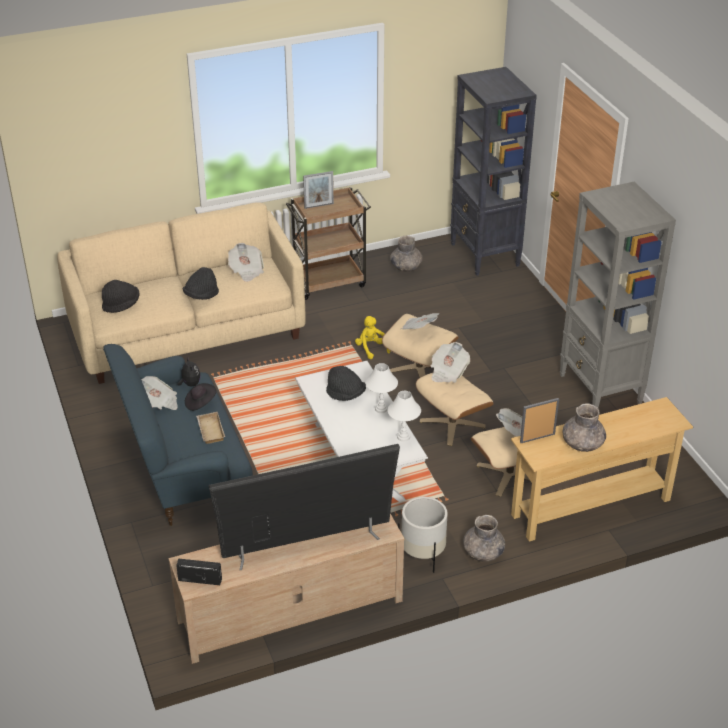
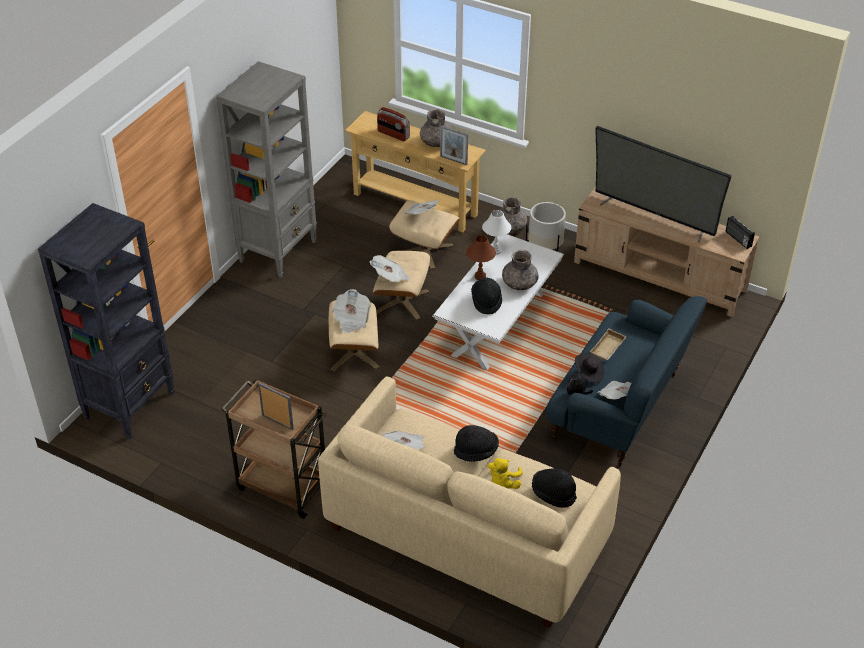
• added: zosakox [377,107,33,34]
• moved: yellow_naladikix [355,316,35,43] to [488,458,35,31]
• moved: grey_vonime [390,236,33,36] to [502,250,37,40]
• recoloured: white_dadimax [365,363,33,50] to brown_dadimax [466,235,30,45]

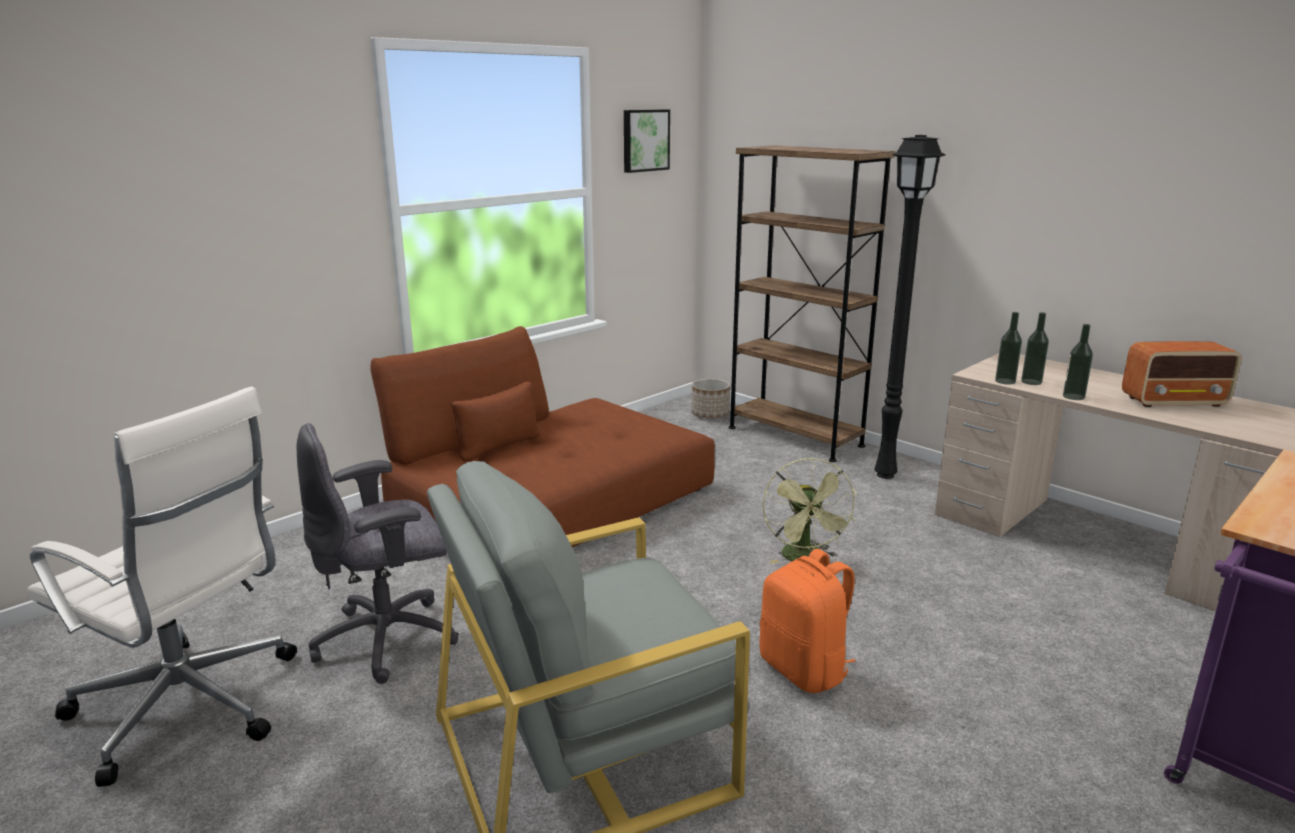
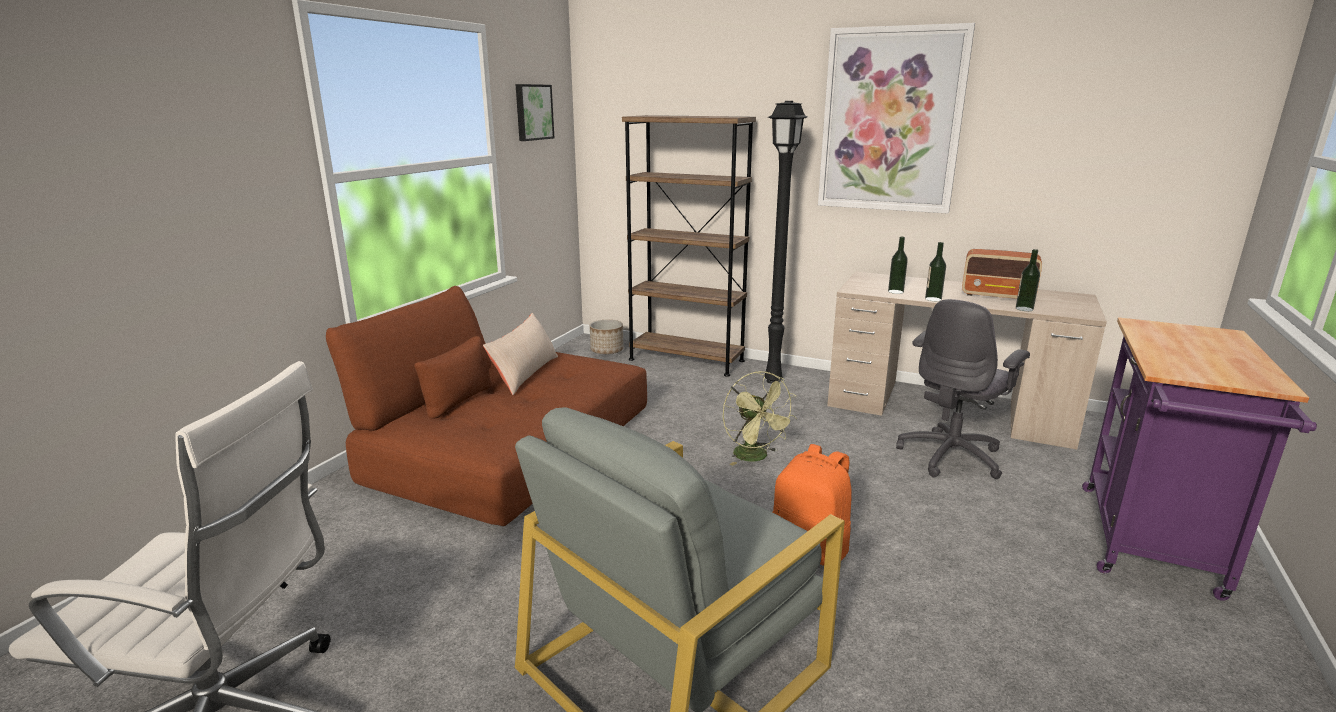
• added: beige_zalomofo [483,313,75,82]
• added: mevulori [818,23,157,191]
• moved: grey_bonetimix [297,423,162,261] to [896,299,134,180]
• moved: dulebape [995,312,27,73] to [1016,249,24,62]
• turned: zosakox [1122,341,119,66] = [962,249,80,50] 45 degrees clockwise

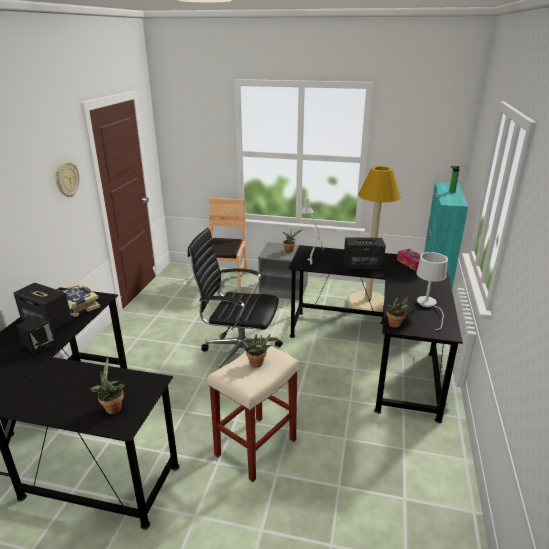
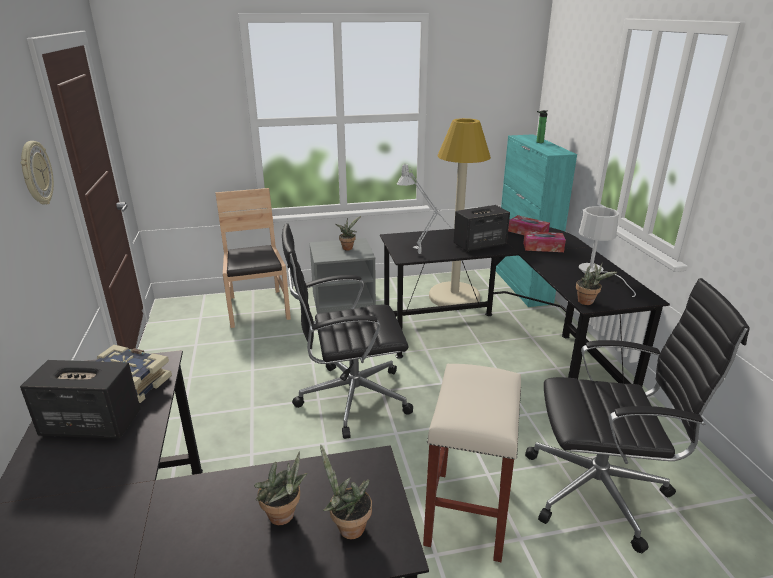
• removed: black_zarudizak [16,316,39,39]
• added: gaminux [523,231,43,21]
• added: black_bonetimix [525,278,225,276]
• moved: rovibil [244,334,27,34] to [254,451,53,74]

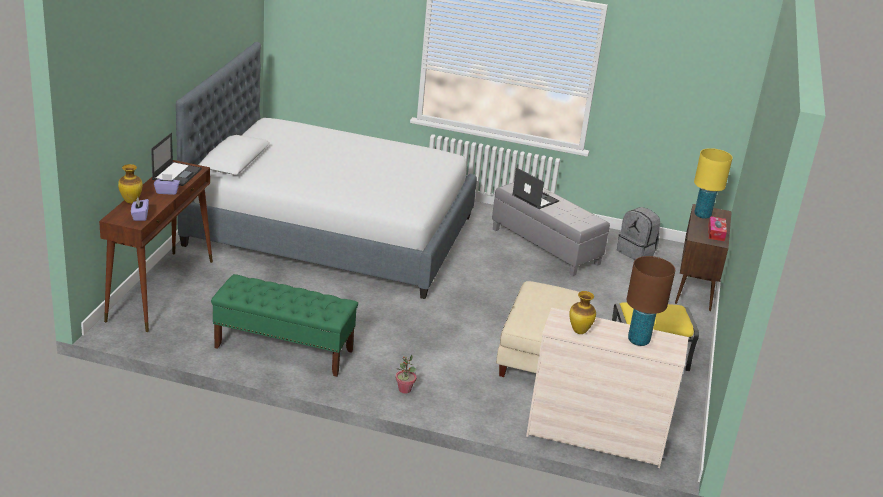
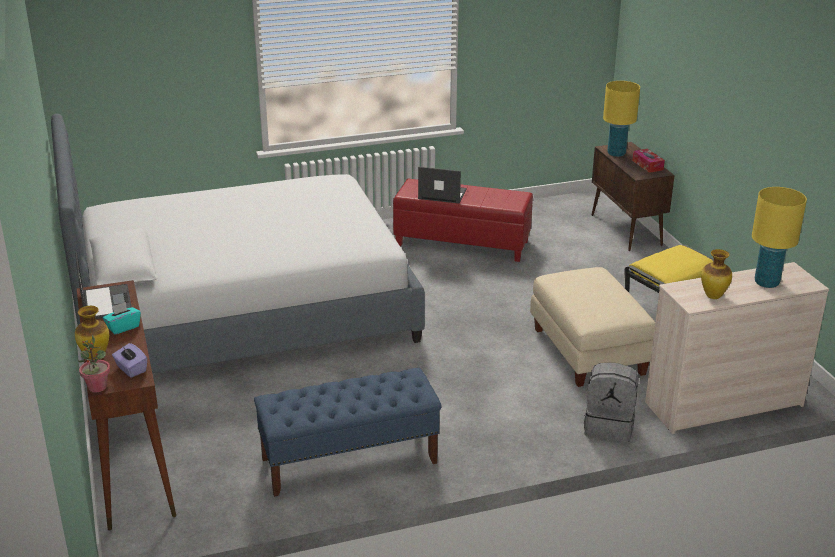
• moved: rovibil [396,355,20,39] to [78,335,32,58]
• moved: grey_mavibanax [617,207,43,53] to [584,363,55,79]
• recoloured: purple_gaminux [154,174,26,21] to turquoise_gaminux [103,302,38,33]
• recoloured: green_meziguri [211,274,147,103] to blue_meziguri [254,368,188,129]
• recoloured: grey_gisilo [492,182,118,94] to red_gisilo [393,179,140,83]
• recoloured: brown_dadimax [626,256,49,90] to yellow_dadimax [752,187,55,101]

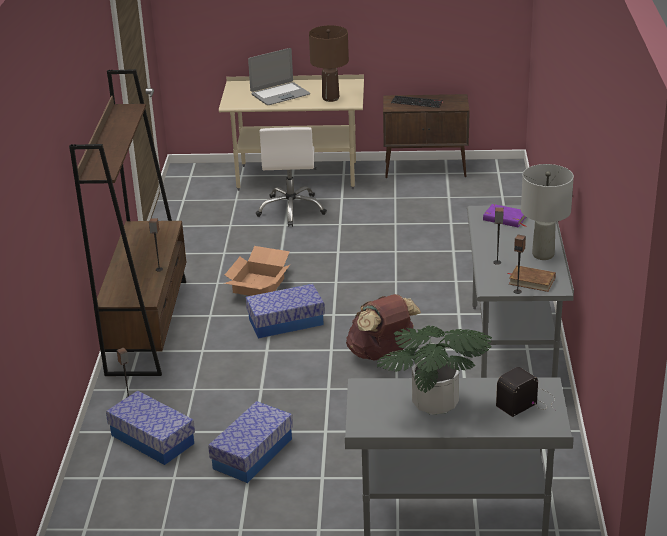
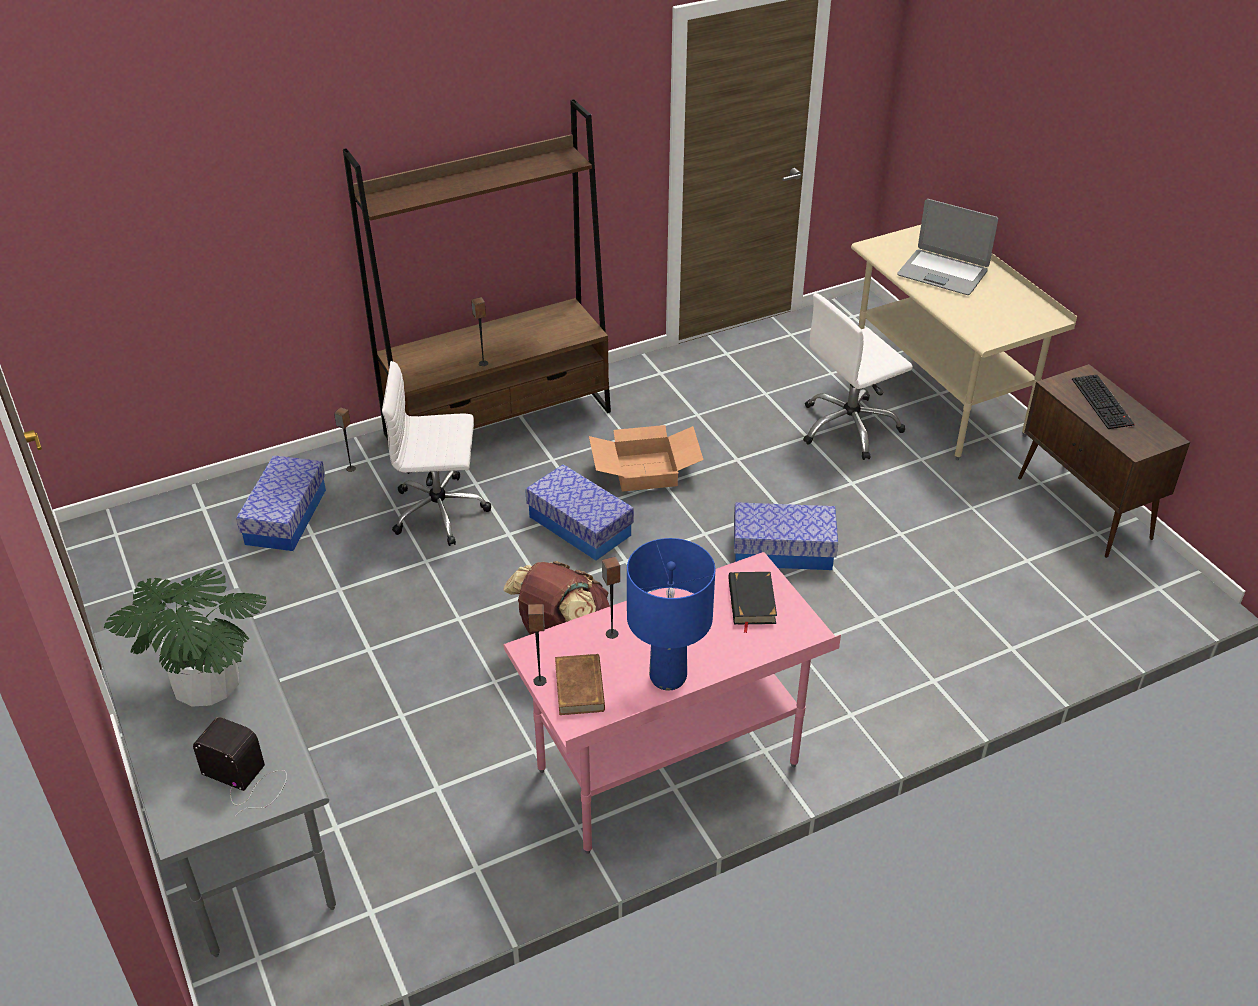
• removed: brown_dadimax [309,25,40,77]
• added: white_bonetimix [382,361,109,185]
• moved: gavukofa [208,401,85,82] to [734,502,104,68]
• recoloured: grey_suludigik [467,205,107,173] to pink_suludigik [503,552,338,302]
• recoloured: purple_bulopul [483,204,43,23] to black_bulopul [728,572,49,61]
• recoloured: grey_dadimax [521,164,53,96] to blue_dadimax [627,538,88,152]

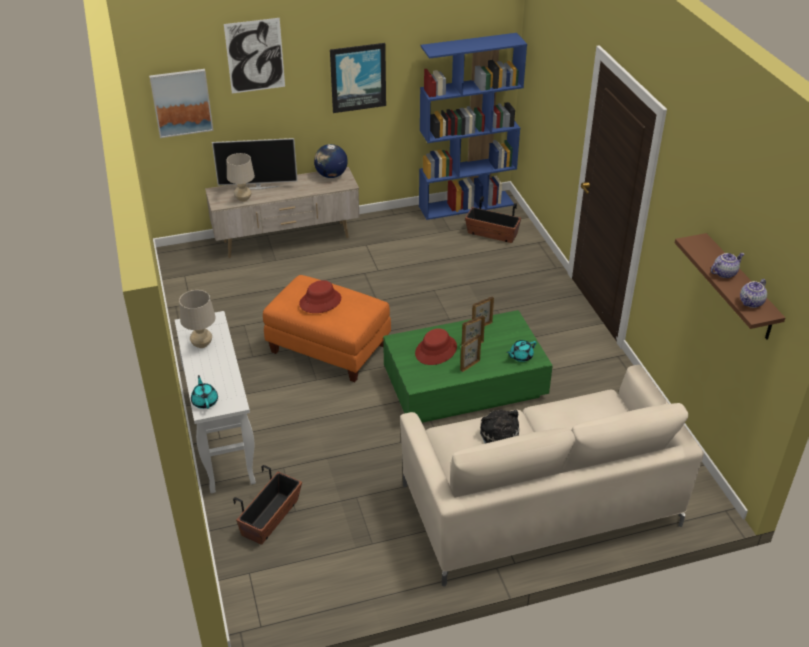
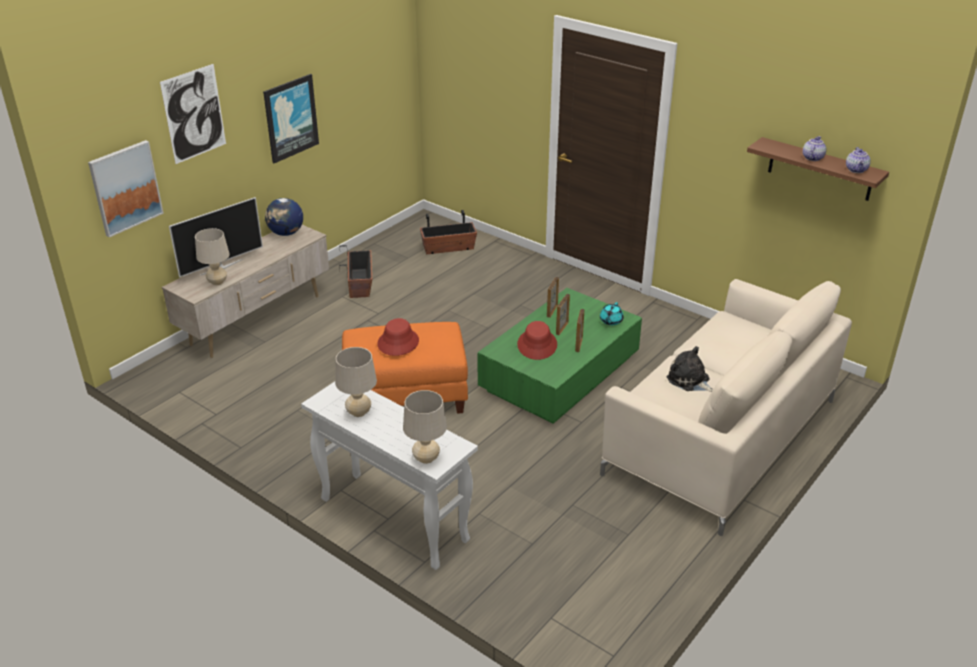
• removed: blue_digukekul [419,33,108,187]
• moved: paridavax [233,465,69,80] to [339,245,33,53]
• replaced: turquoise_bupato [191,375,27,34] to beige_dadimax [403,390,44,74]

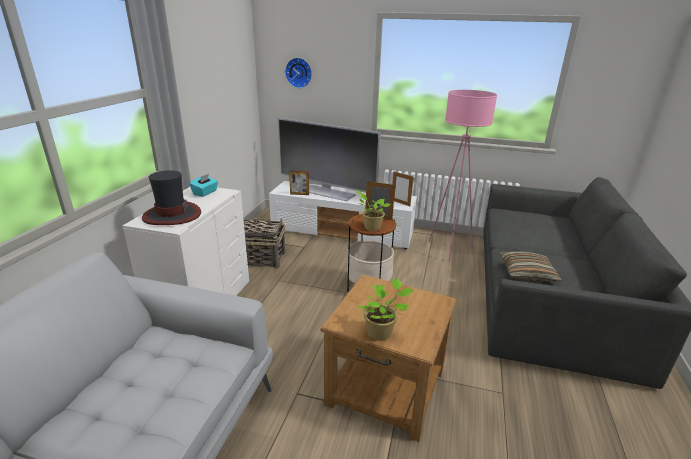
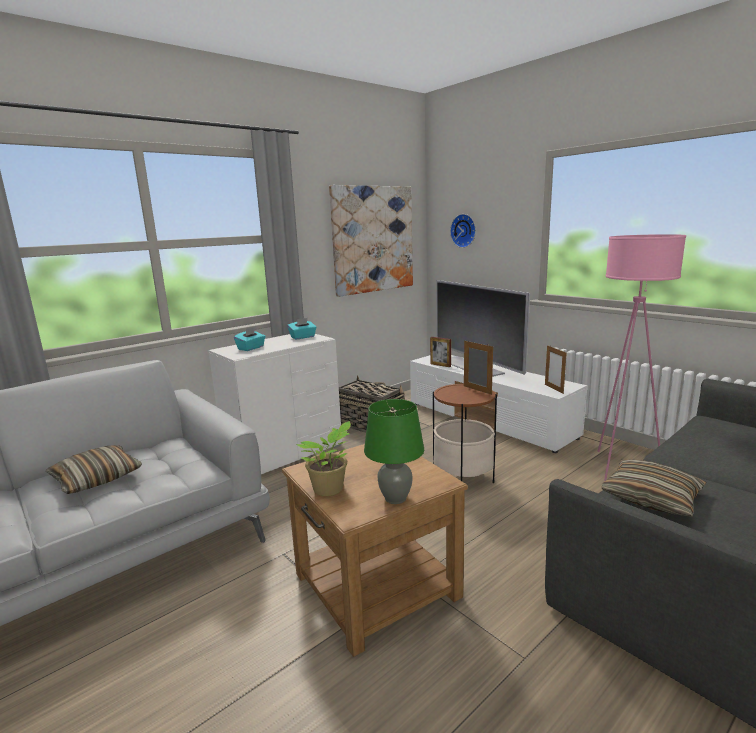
• removed: rovibil [356,190,34,41]
• added: zalomofo [46,445,96,49]
• added: mevulori [329,185,84,112]
• added: green_dadimax [364,399,60,105]
• replaced: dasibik [142,170,59,55] to turquoise_gaminux [234,327,32,24]

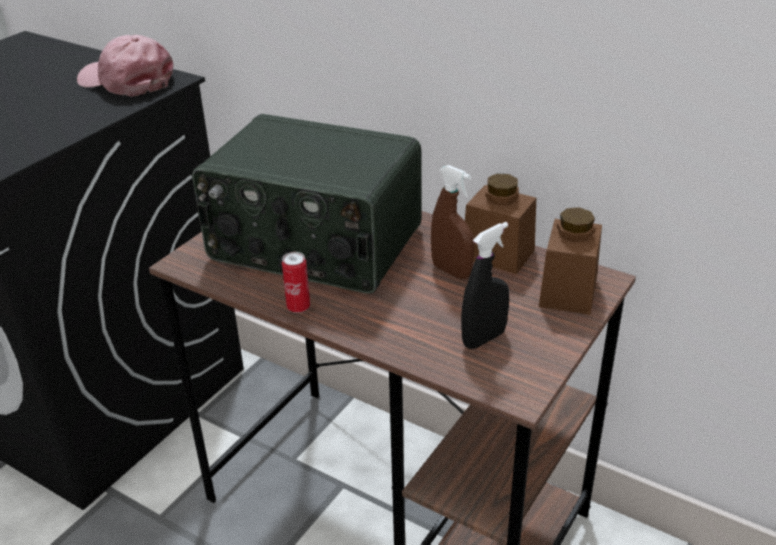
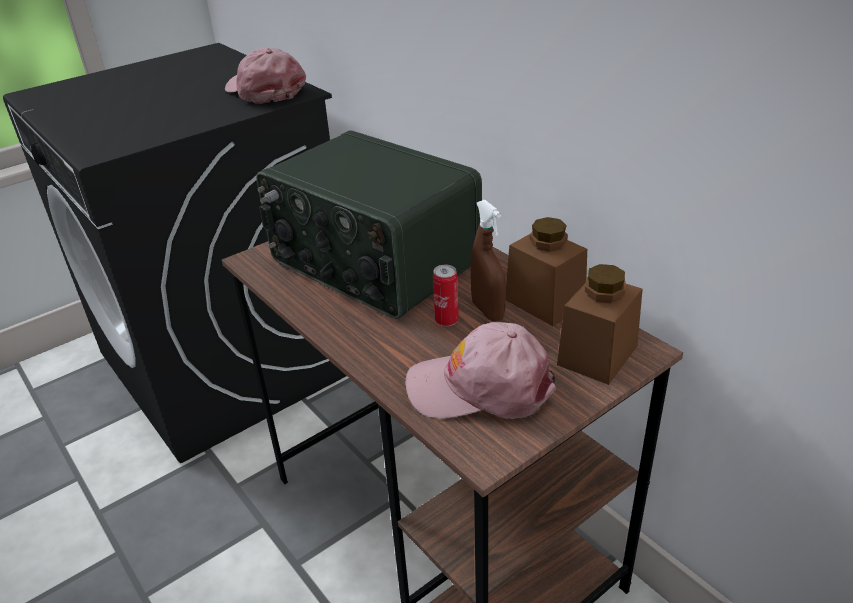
• moved: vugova [282,252,28,61] to [433,265,26,61]
• replaced: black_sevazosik [461,222,48,127] to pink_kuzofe [405,322,151,97]

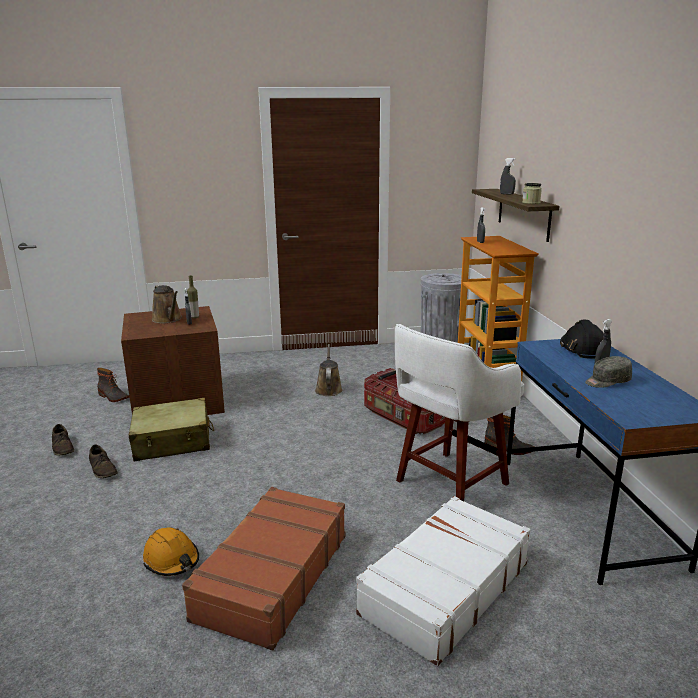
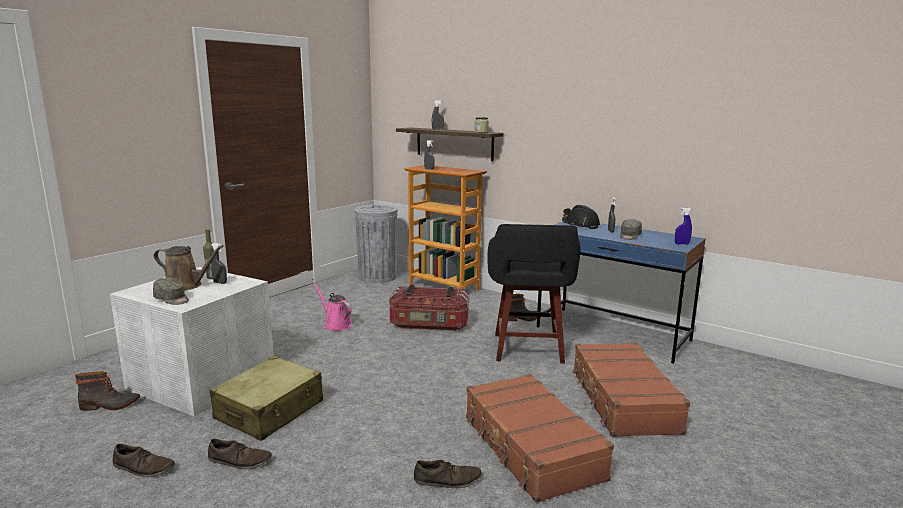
• added: grey_kuzofe [153,278,36,27]
• added: blue_sevazosik [675,207,17,38]
• replaced: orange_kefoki [143,527,56,49] to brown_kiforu [414,460,68,28]
• recoloured: brown_gavukofa [121,306,104,109] to white_gavukofa [110,267,164,150]
• recoloured: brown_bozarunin [315,344,28,52] to pink_bozarunin [314,284,38,47]
• recoloured: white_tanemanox [356,496,175,170] to brown_tanemanox [572,343,118,94]
• recoloured: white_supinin [395,324,129,177] to black_supinin [487,224,94,140]

